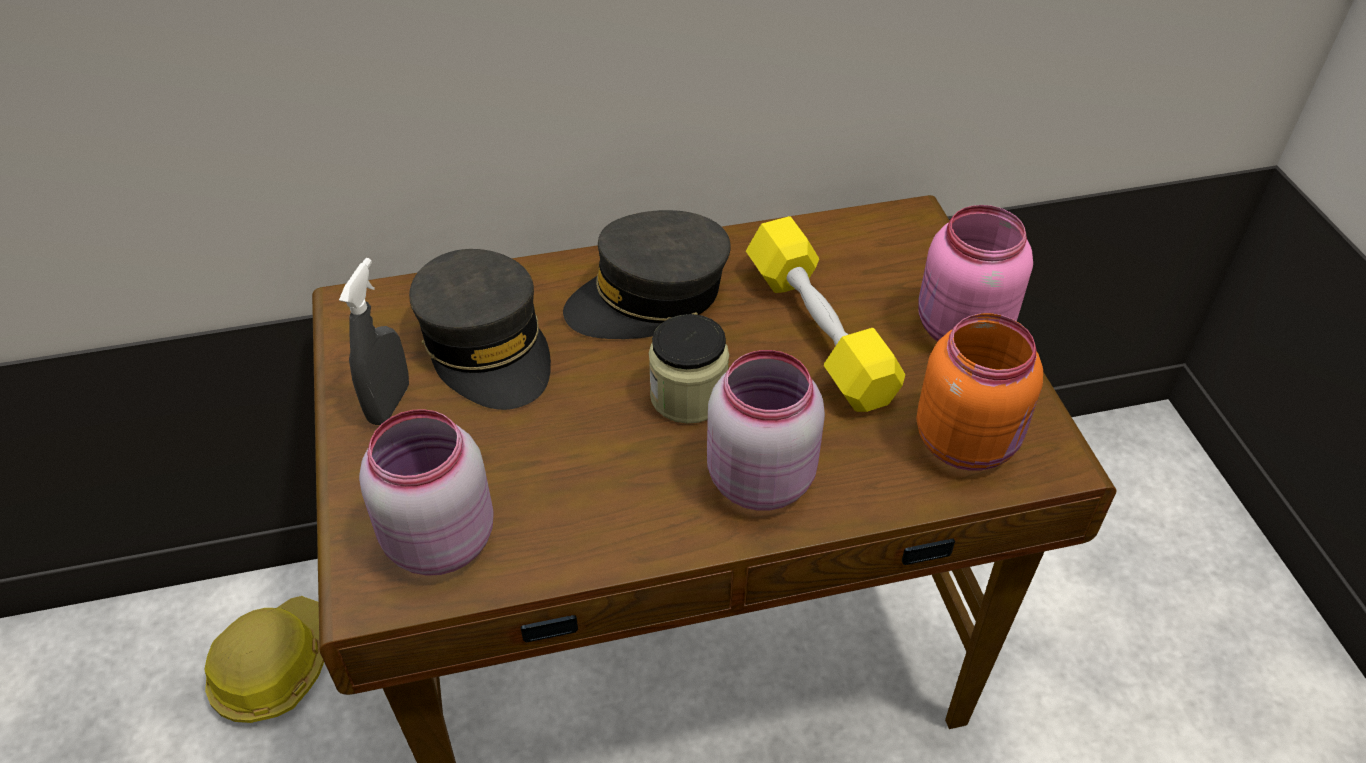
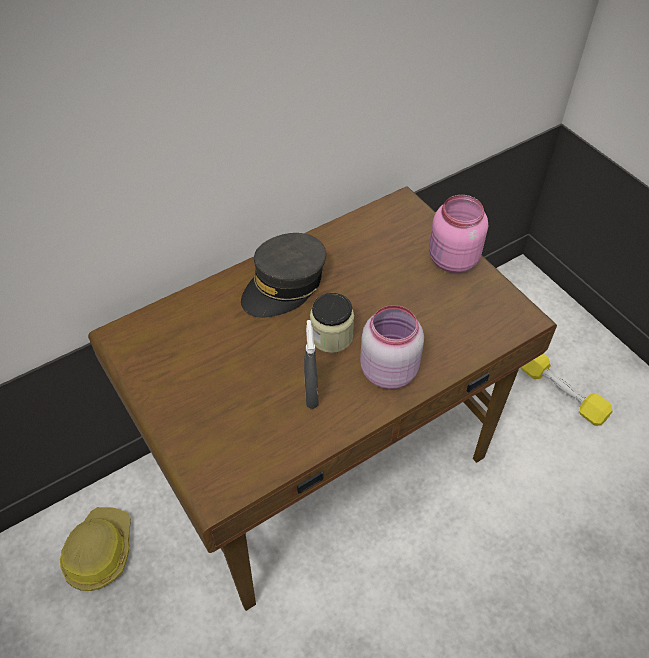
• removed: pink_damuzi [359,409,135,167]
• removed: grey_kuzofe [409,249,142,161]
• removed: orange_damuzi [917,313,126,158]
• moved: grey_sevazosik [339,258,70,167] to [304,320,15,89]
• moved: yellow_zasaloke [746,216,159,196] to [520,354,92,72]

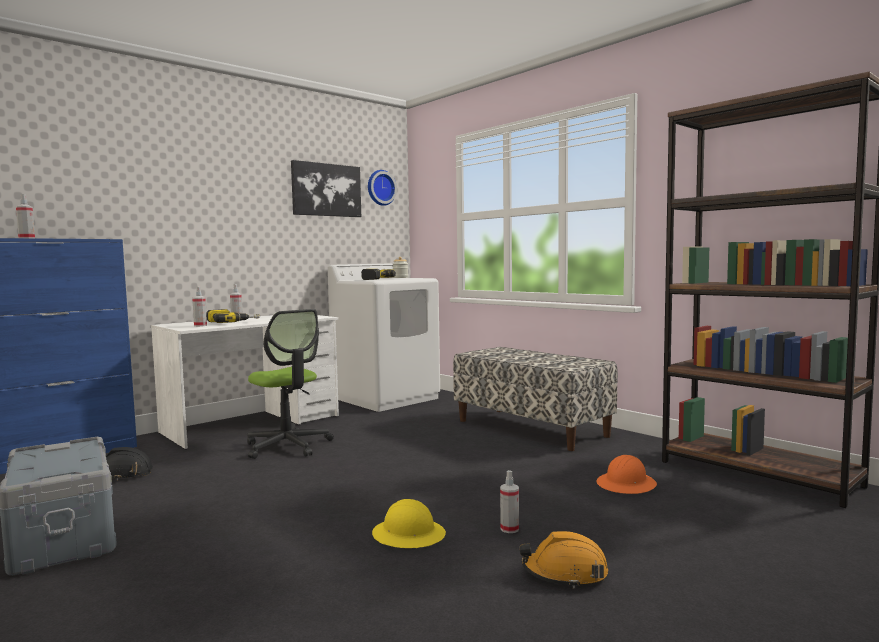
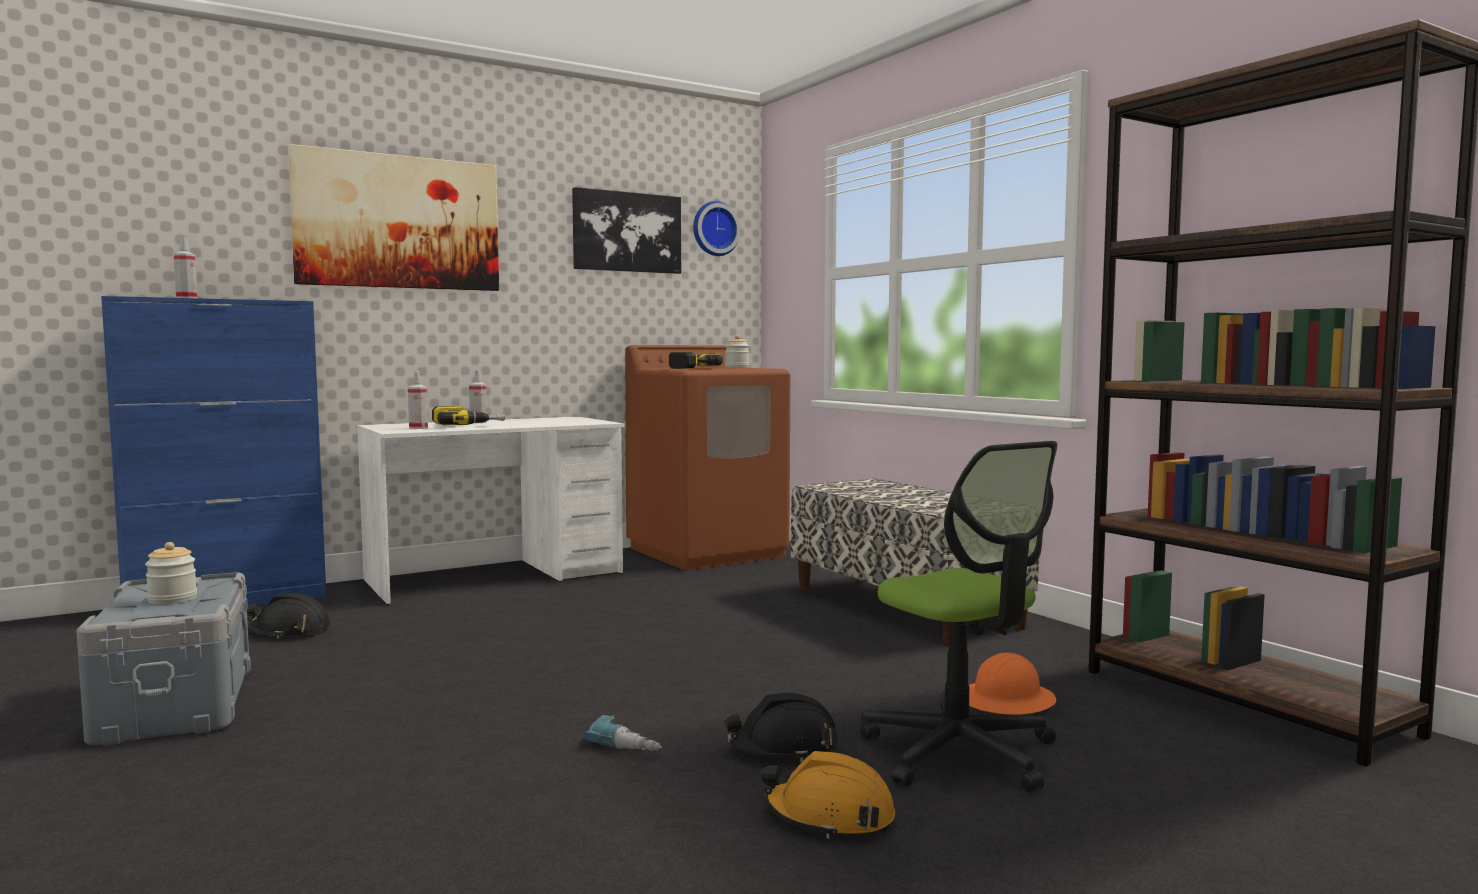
• added: damuzi [145,542,52,62]
• added: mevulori [288,144,211,147]
• moved: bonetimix [247,309,87,150] to [860,441,197,351]
• replaced: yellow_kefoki [372,499,74,49] to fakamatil [583,715,79,36]
• replaced: sevazosik [500,470,19,63] to black_kefoki [725,693,113,69]
• recoloured: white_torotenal [328,263,112,149] to brown_torotenal [625,345,165,225]

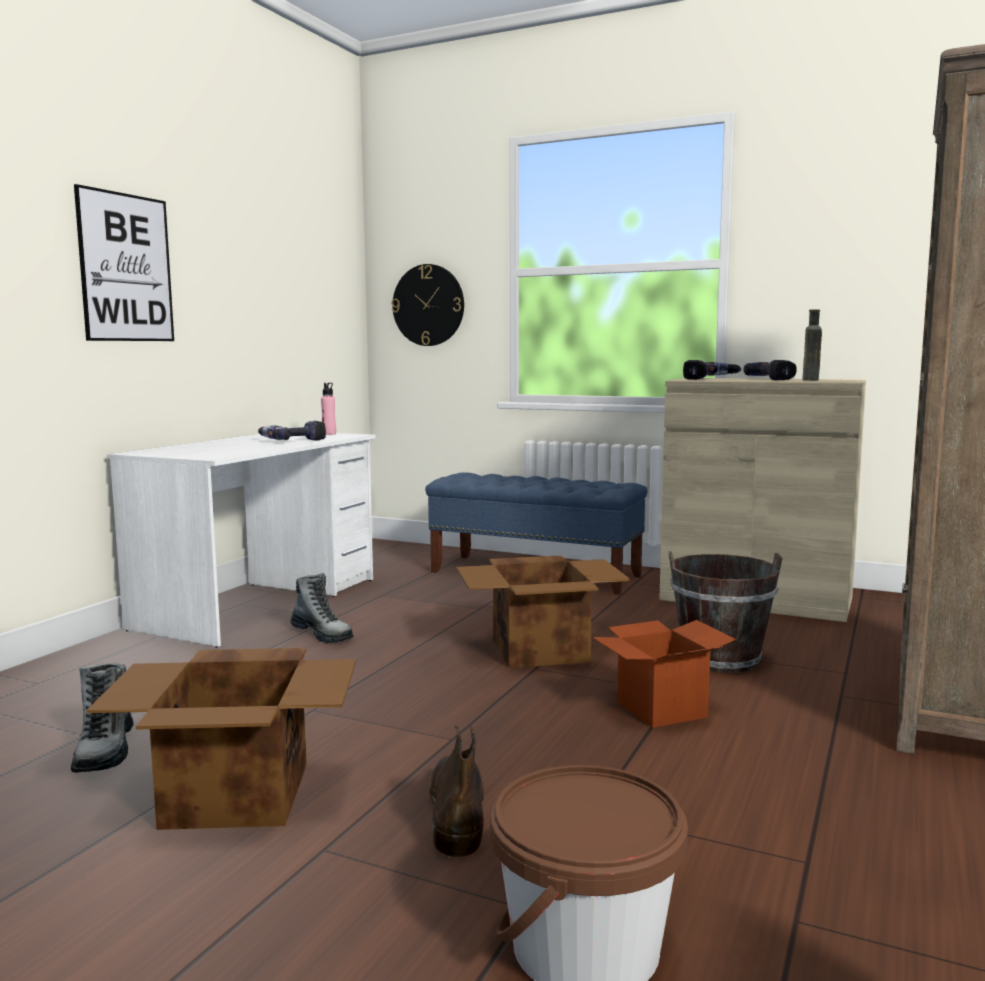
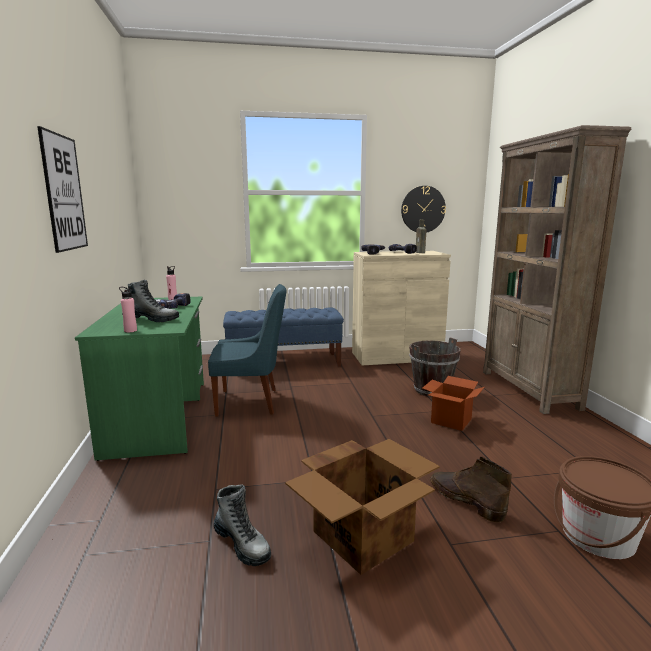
• removed: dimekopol [456,555,174,113]
• added: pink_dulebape [119,286,18,46]
• added: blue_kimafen [208,284,79,133]
• moved: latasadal [291,573,62,70] to [122,280,57,42]
• moved: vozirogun [392,264,72,82] to [401,186,45,47]
• recoloured: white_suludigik [107,433,268,215] to green_suludigik [75,296,129,165]

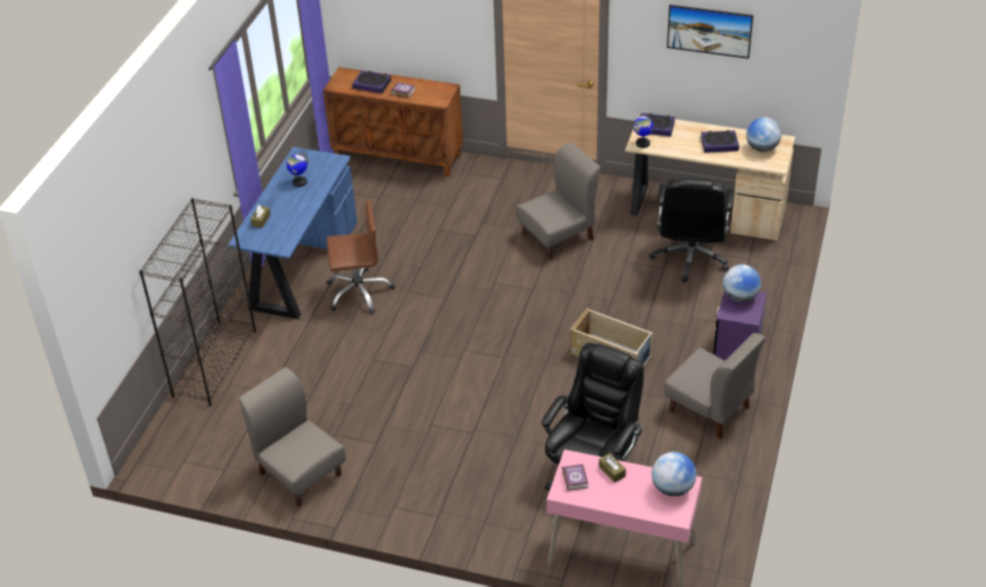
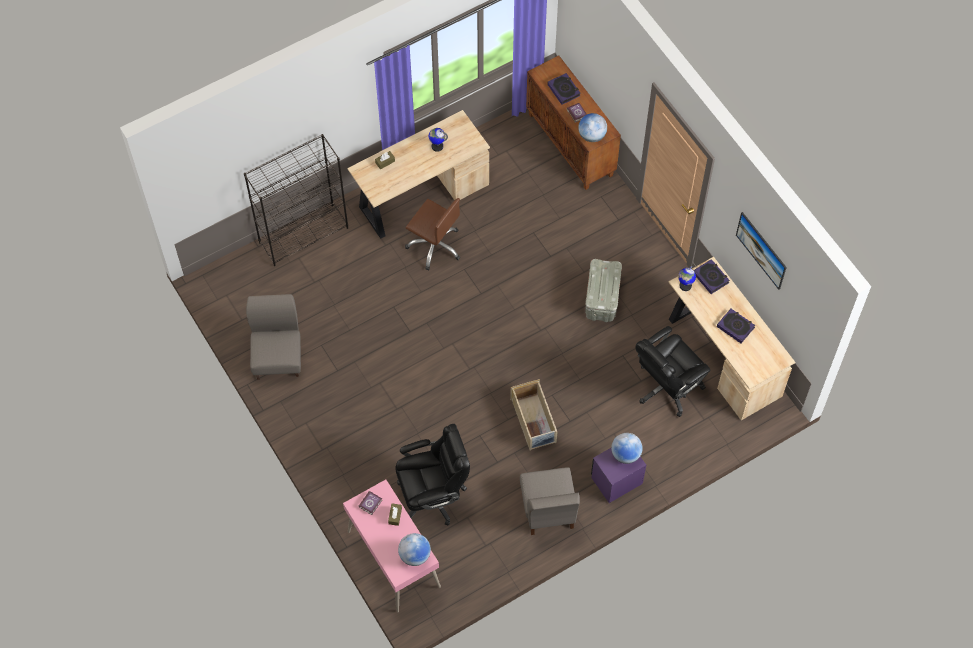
• moved: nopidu [746,117,36,35] to [578,113,29,29]
• replaced: grey_kimafen [516,142,84,117] to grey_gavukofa [585,259,37,63]
• recoloured: blue_suludigik [227,147,130,172] to beige_suludigik [347,110,143,129]

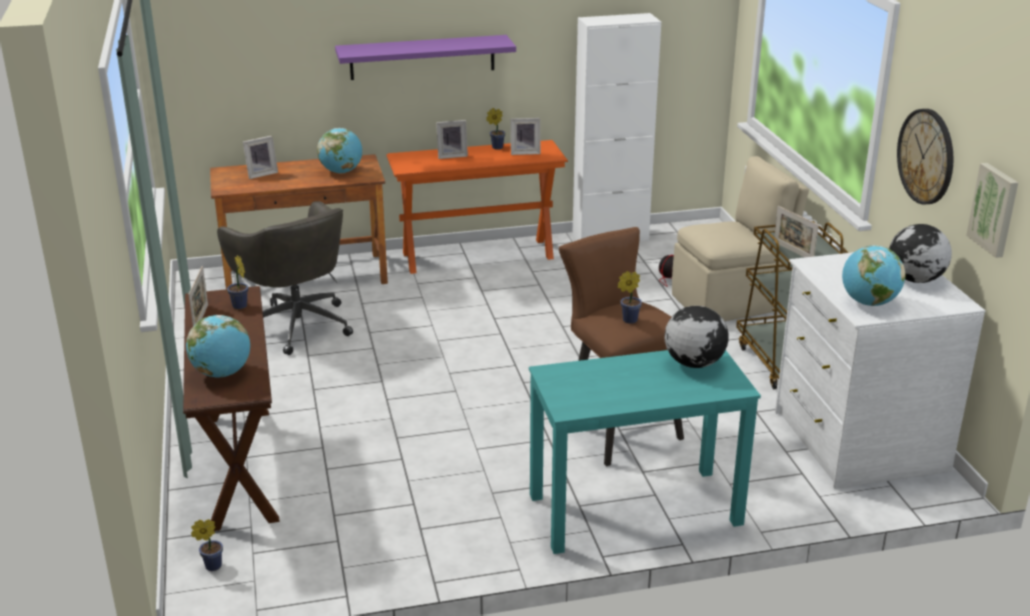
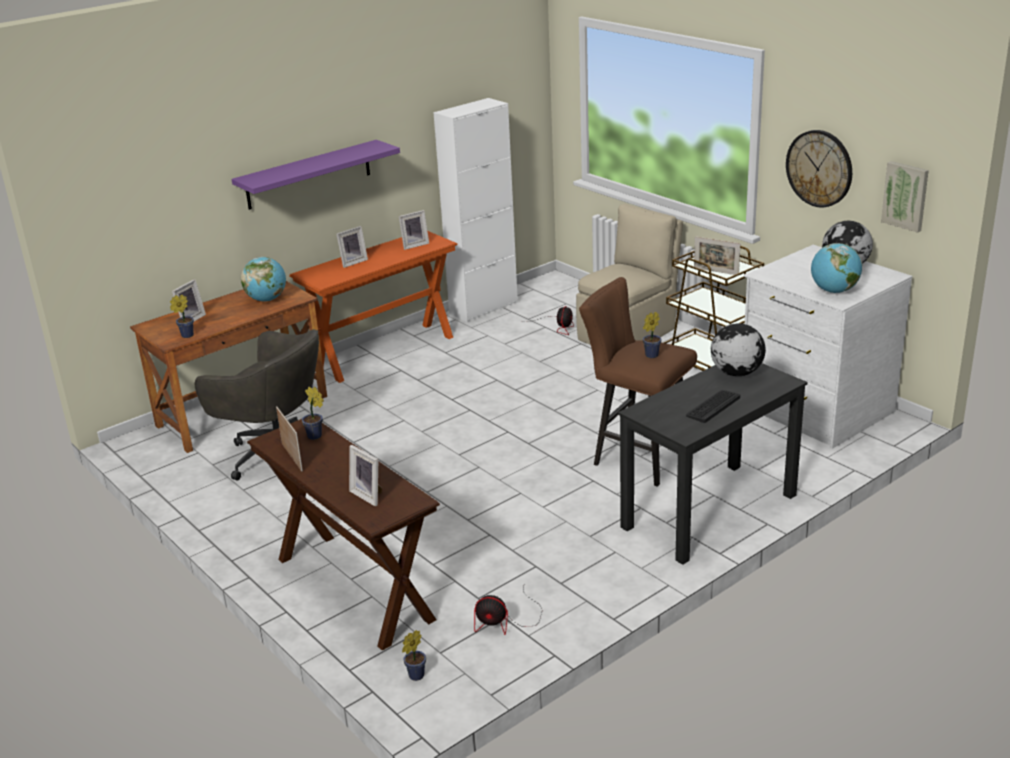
• added: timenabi [474,583,69,52]
• added: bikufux [686,390,54,33]
• moved: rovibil [486,108,19,41] to [170,295,24,43]
• replaced: nopidu [186,315,64,62] to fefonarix [349,445,33,61]
• recoloured: turquoise_suludigik [529,350,232,204] to black_suludigik [618,363,190,202]

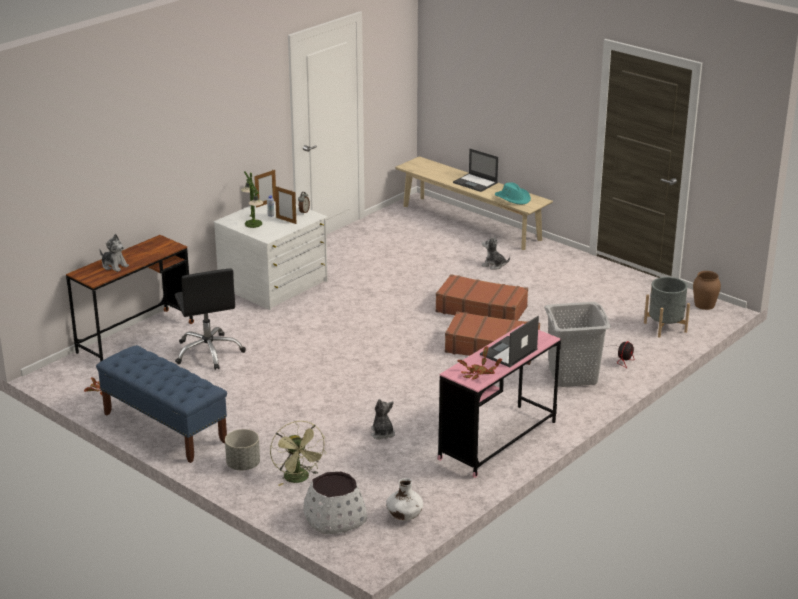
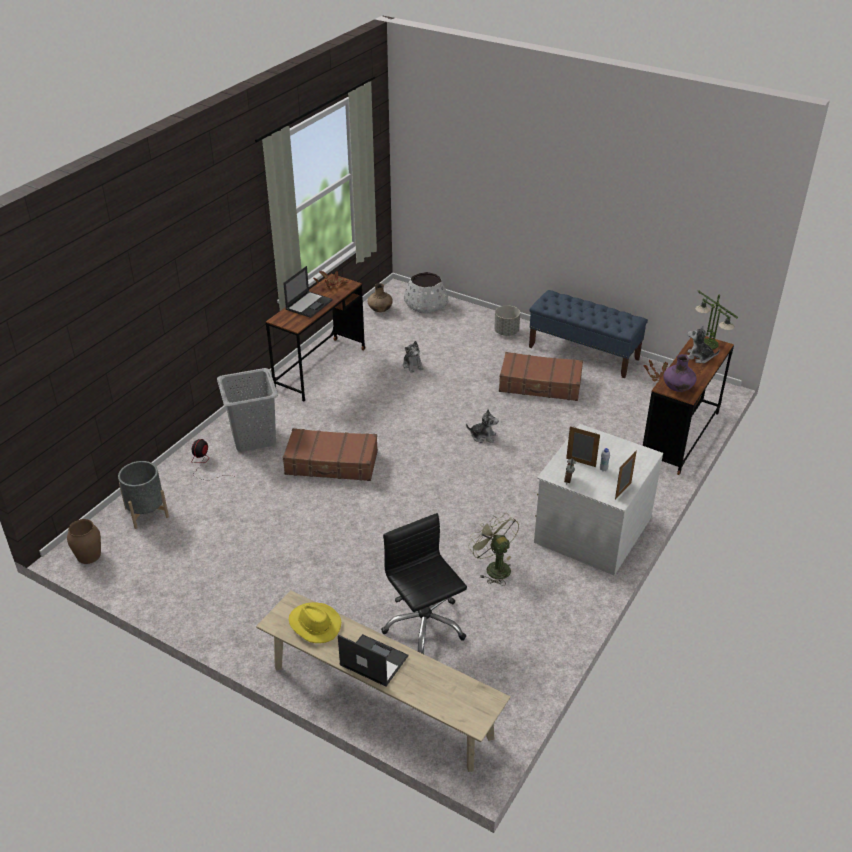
• added: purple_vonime [663,354,34,38]
• moved: black_bonetimix [175,269,71,101] to [381,513,86,141]
• moved: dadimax [241,171,22,57] to [695,290,43,59]
• moved: green_timenabi [270,421,56,65] to [468,514,51,72]
• moved: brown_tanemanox [435,274,93,47] to [499,352,84,49]
• moved: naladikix [481,236,29,34] to [466,409,33,34]
• recoloured: white_vonime [386,478,37,43] to brown_vonime [367,283,26,29]
• recoloured: pink_suludigik [437,324,124,154] to brown_suludigik [266,274,99,127]
• recoloured: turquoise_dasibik [495,182,36,22] to yellow_dasibik [289,602,52,41]

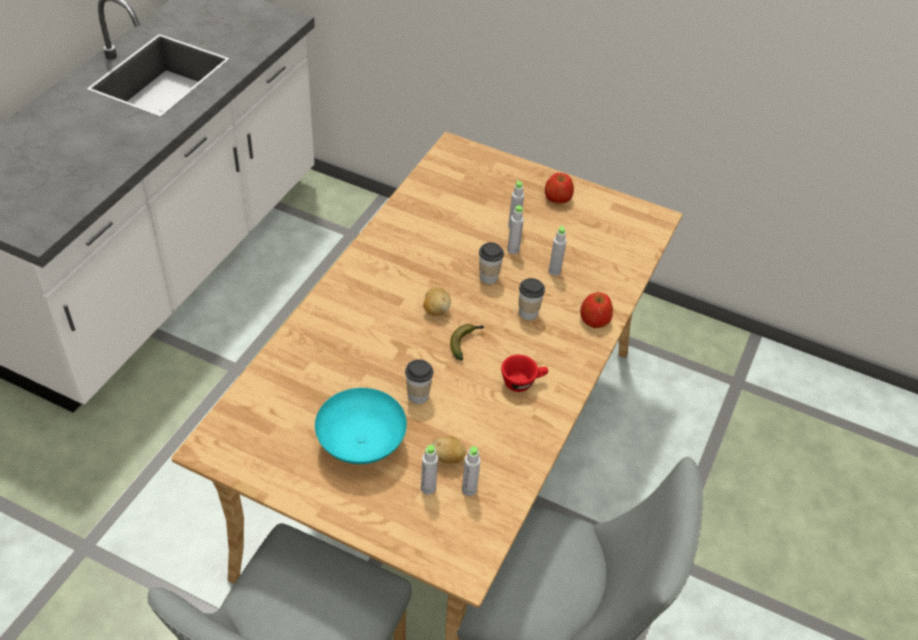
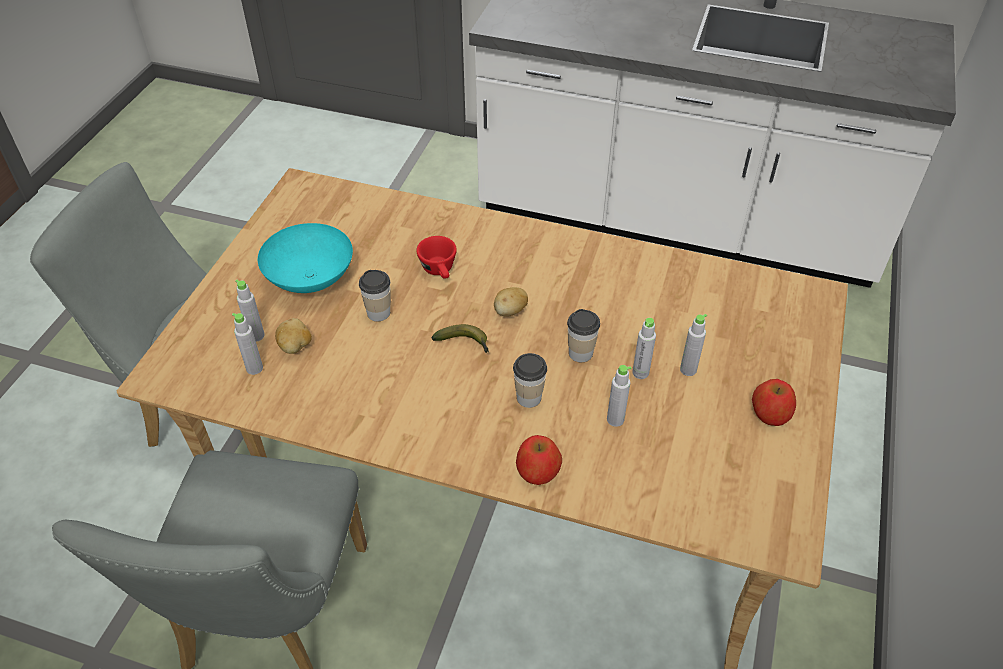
• moved: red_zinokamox [501,355,47,37] to [416,236,41,43]

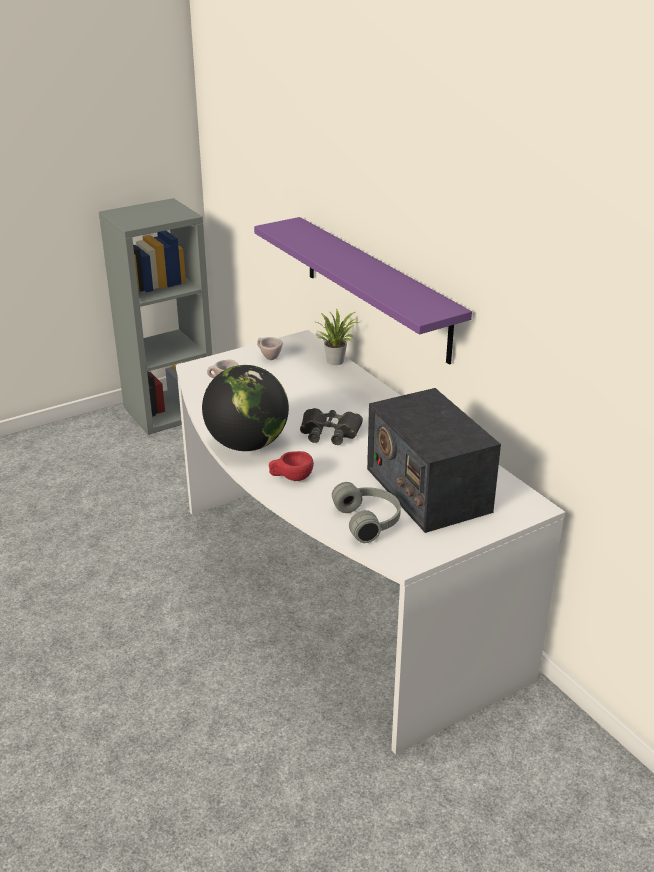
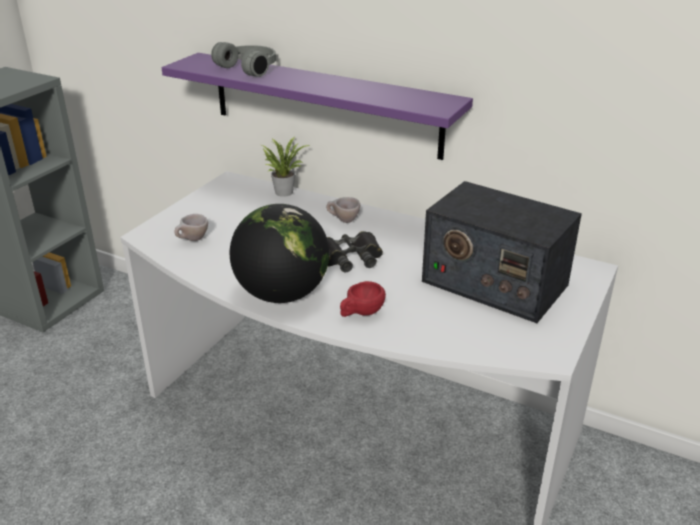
• moved: beige_zinokamox [257,337,26,23] to [326,197,34,26]
• moved: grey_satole [332,482,69,61] to [211,42,65,35]

